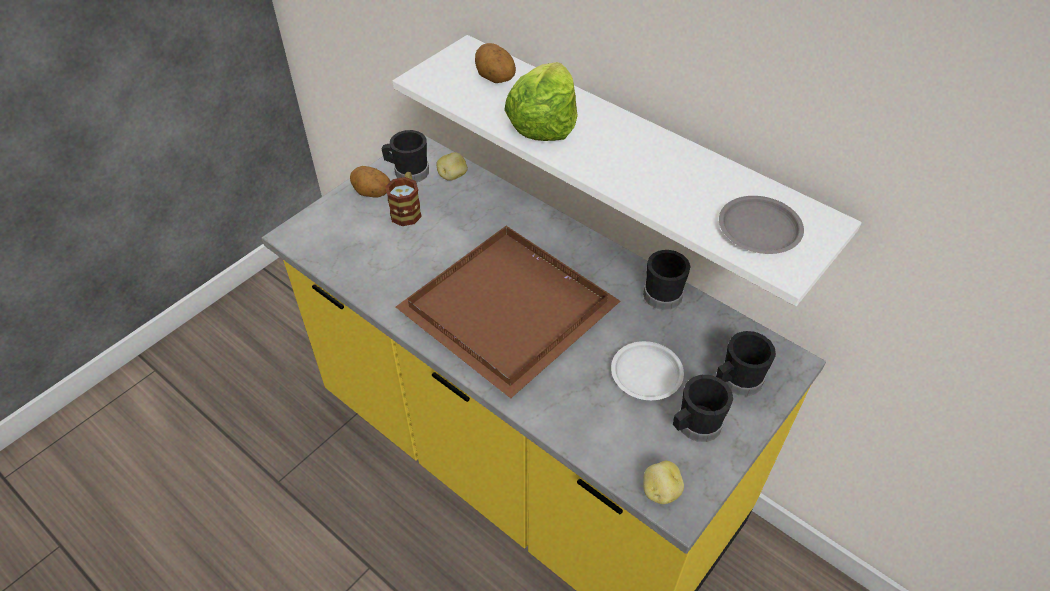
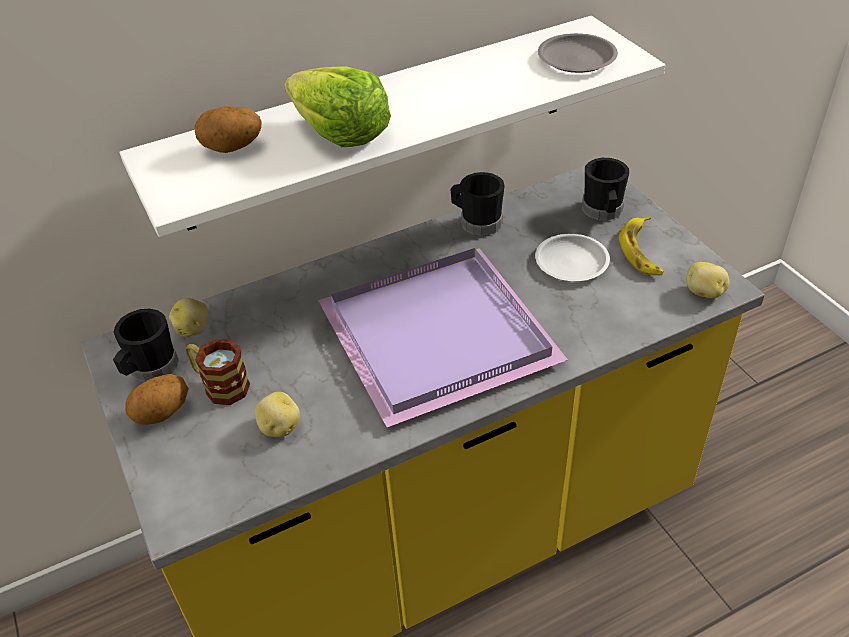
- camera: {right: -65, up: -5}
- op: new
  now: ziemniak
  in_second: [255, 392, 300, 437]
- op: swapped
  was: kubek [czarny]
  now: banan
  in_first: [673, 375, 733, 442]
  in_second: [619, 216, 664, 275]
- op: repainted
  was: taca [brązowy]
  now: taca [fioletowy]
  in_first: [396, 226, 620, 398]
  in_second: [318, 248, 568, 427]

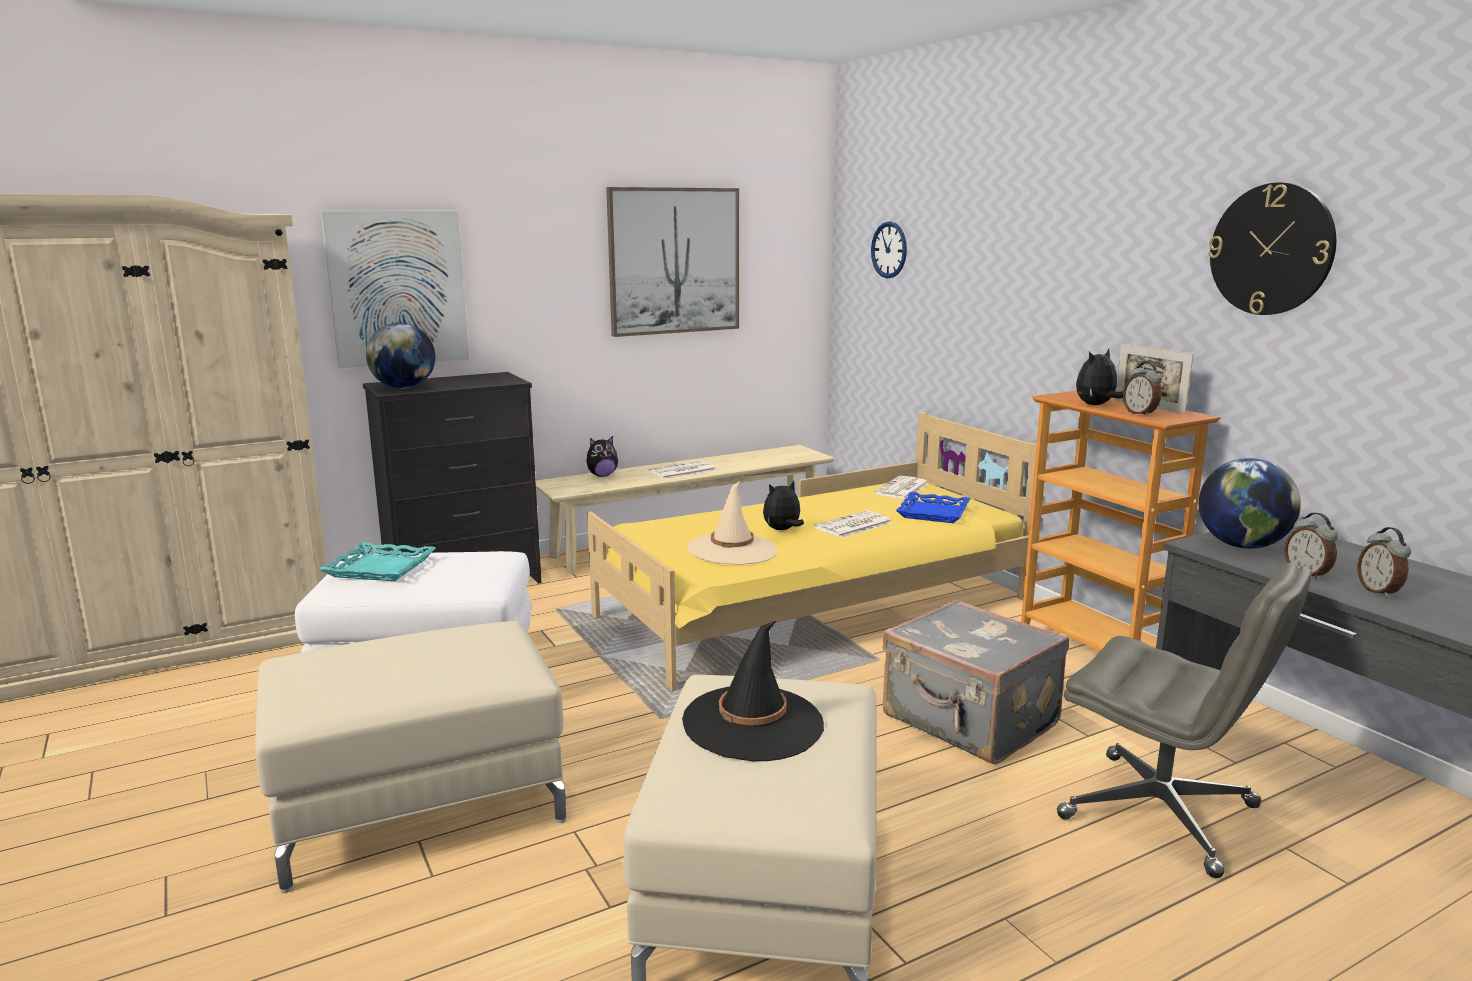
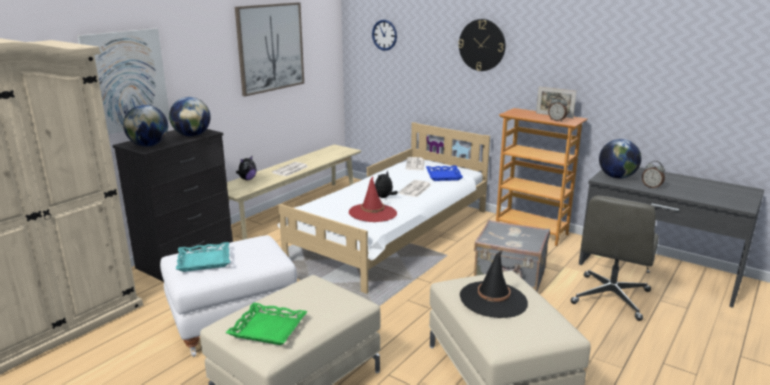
- camera: {right: -25, up: 5}
- op: gone
  was: pluszak
  in_first: [1076, 349, 1123, 405]
- op: gone
  was: budzik
  in_first: [1357, 527, 1411, 598]
- op: new
  now: globus
  in_second: [169, 97, 211, 136]
- op: new
  now: taca [zielony]
  in_second: [226, 303, 308, 345]
- op: shifted
  was: zegar ścienny
  in_first: [1208, 183, 1336, 315]
  in_second: [458, 19, 506, 71]
- op: repainted
  was: łóżko [żółty]
  now: łóżko [biały]
  in_first: [587, 412, 1037, 691]
  in_second: [277, 122, 490, 294]
- op: repainted
  was: kapelusz [beżowy]
  now: kapelusz [czerwony]
  in_first: [687, 481, 777, 565]
  in_second: [349, 177, 397, 222]
- op: rotated
  was: krzesło biurowe [szary]
  in_first: [1057, 563, 1312, 878]
  in_second: [571, 196, 659, 321]
  clockwise: 105

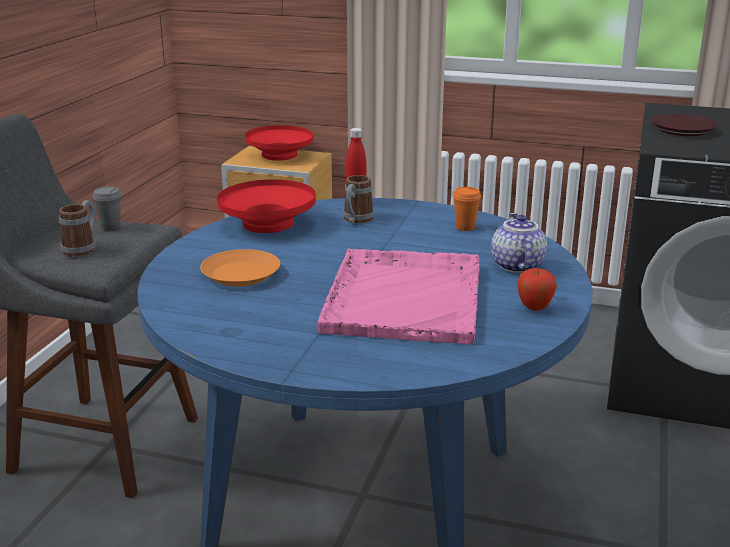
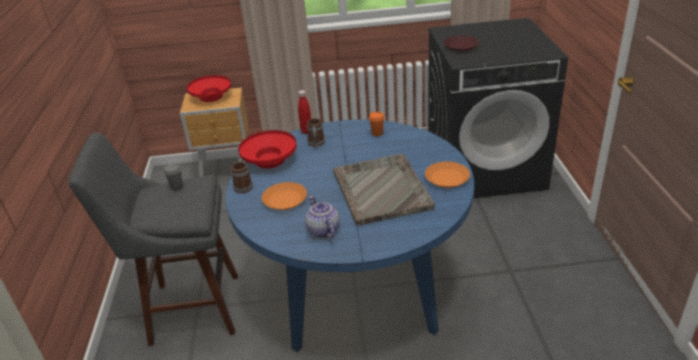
- camera: {right: -20, up: 10}
- op: shifted
  was: kubek
  in_first: [59, 200, 96, 257]
  in_second: [231, 158, 253, 193]
- op: shifted
  was: imbryk
  in_first: [491, 213, 547, 273]
  in_second: [305, 196, 340, 238]
- op: swapped
  was: jabłko
  now: talerz [pomarańczowy]
  in_first: [517, 268, 557, 311]
  in_second: [425, 161, 470, 188]
- op: repainted
  was: taca [różowy]
  now: taca [szary]
  in_first: [318, 249, 480, 345]
  in_second: [333, 154, 435, 226]

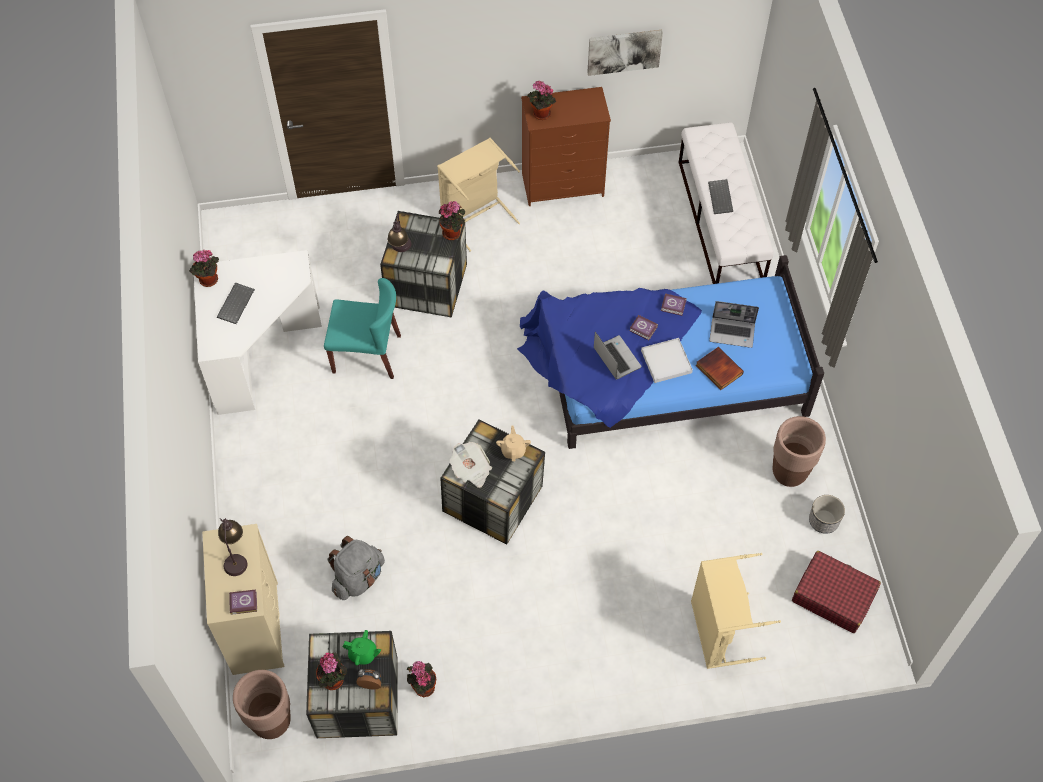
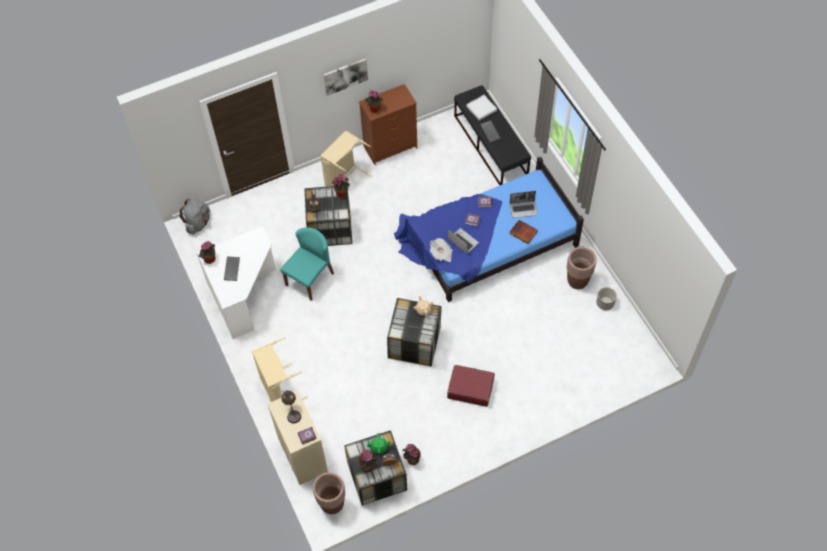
- camera: {right: -15, up: 0}
- op: shifted
  was: plecak [szary]
  in_first: [327, 536, 385, 600]
  in_second: [179, 199, 210, 235]
- op: shifted
  was: gazeta
  in_first: [450, 442, 492, 488]
  in_second: [430, 238, 453, 262]
- op: shifted
  was: obraz
  in_first: [587, 30, 663, 76]
  in_second: [324, 58, 368, 96]
- op: shifted
  was: taca [biały]
  in_first: [641, 338, 693, 383]
  in_second: [466, 95, 497, 120]
- op: shifted
  was: kosz na pranie [beżowy]
  in_first: [691, 553, 781, 669]
  in_second: [252, 337, 308, 402]
- op: shifted
  was: walizka [czerwony]
  in_first: [792, 551, 881, 633]
  in_second: [447, 365, 495, 407]
- op: repainted
  was: ławka [biały]
  now: ławka [czarny]
  in_first: [678, 122, 774, 284]
  in_second: [454, 85, 531, 185]
- op: rotated
  was: krzesło [turkusowy]
  in_first: [324, 278, 401, 379]
  in_second: [280, 227, 334, 300]
  clockwise: -45

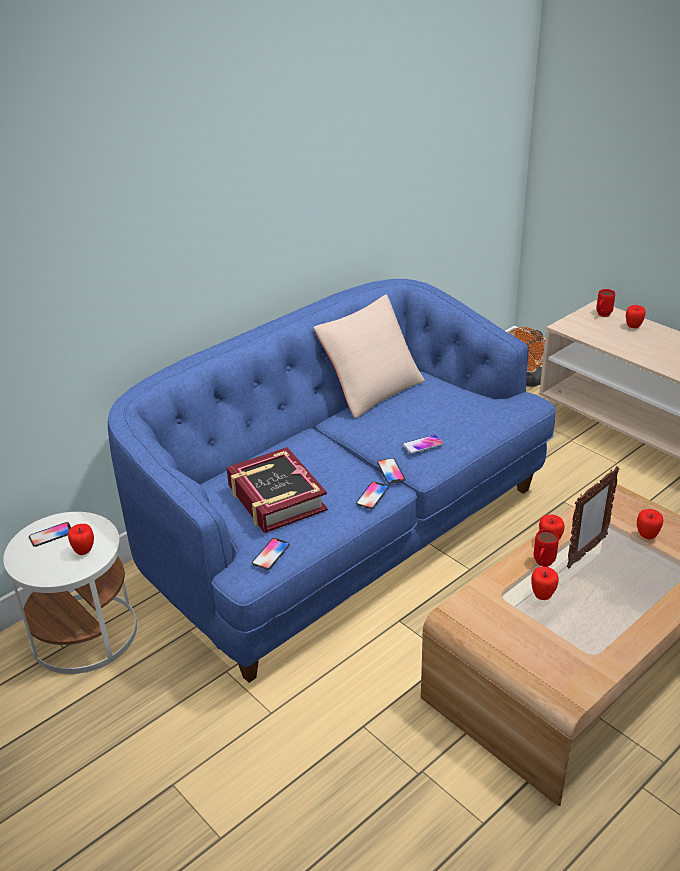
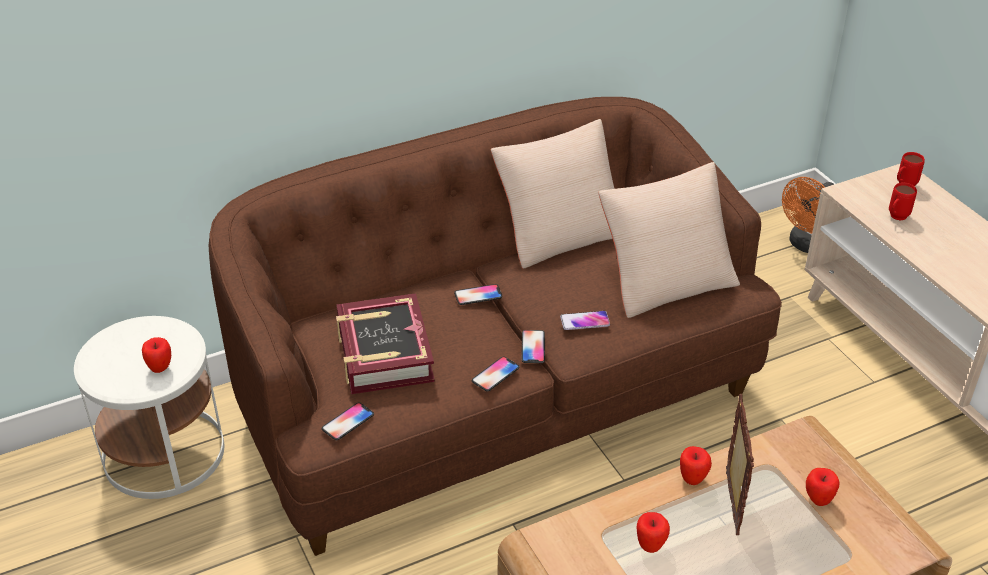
- camera: {right: 15, up: 5}
- op: gone
  was: jabłko
  in_first: [626, 305, 646, 328]
- op: new
  now: poduszka [beżowy]
  in_second: [598, 162, 740, 318]
- op: shifted
  was: telefon
  in_first: [29, 522, 71, 547]
  in_second: [454, 284, 503, 305]
- op: shifted
  was: kubek [czerwony]
  in_first: [534, 529, 559, 567]
  in_second: [889, 182, 917, 220]
- op: repainted
  was: kanapa [niebieski]
  now: kanapa [brązowy]
  in_first: [108, 279, 556, 683]
  in_second: [209, 97, 782, 556]
- op: rotated
  was: ramka na zdjęcie
  in_first: [567, 466, 620, 569]
  in_second: [726, 394, 754, 535]
  clockwise: -60

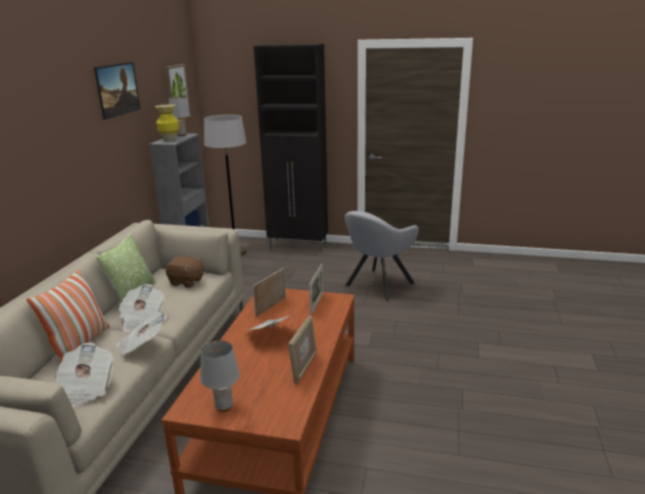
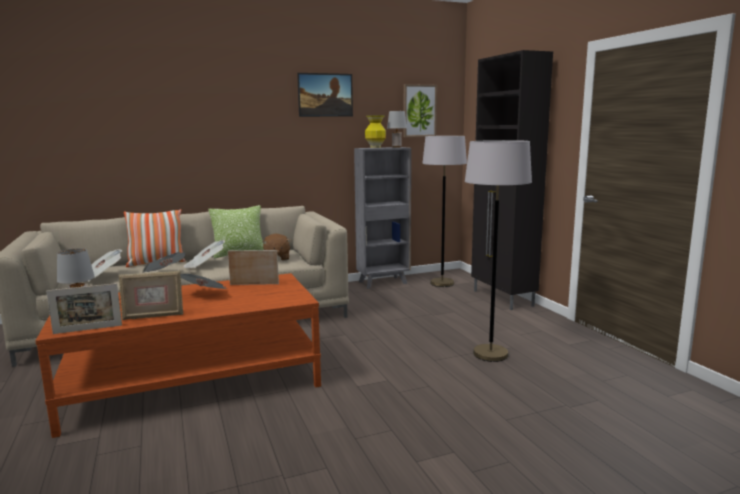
- camera: {right: 55, up: -10}
- op: shifted
  was: ramka na zdjęcie
  in_first: [309, 264, 323, 315]
  in_second: [46, 283, 122, 334]
- op: swapped
  was: fotel [szary]
  now: lampa stojąca [szary]
  in_first: [345, 211, 419, 301]
  in_second: [465, 140, 532, 362]

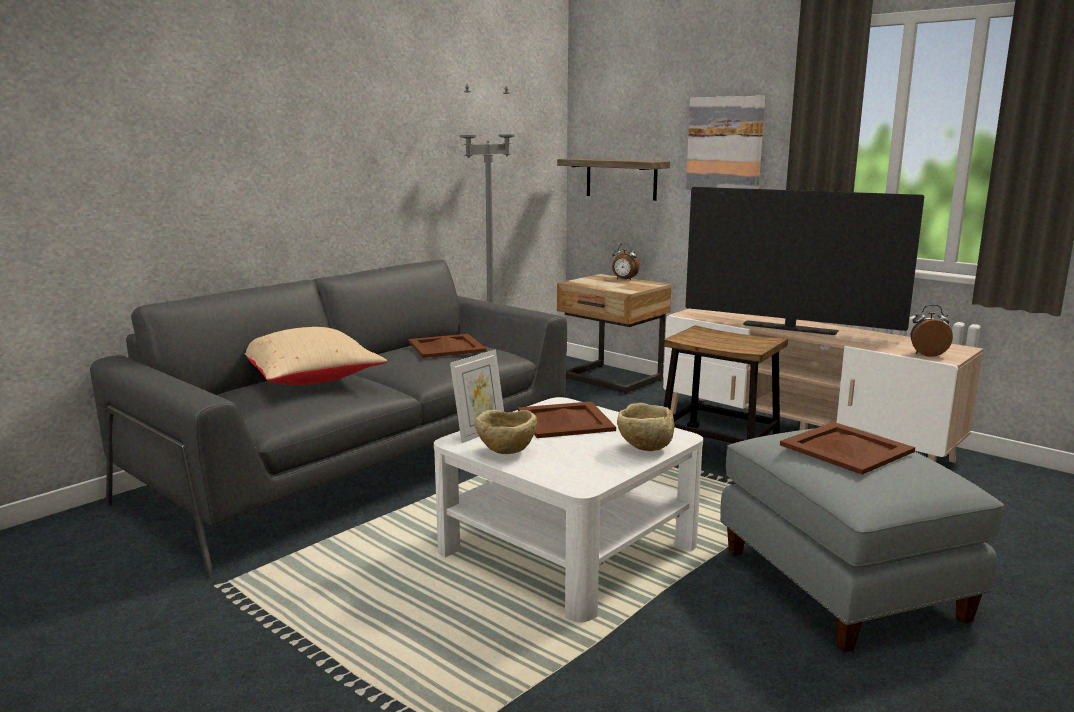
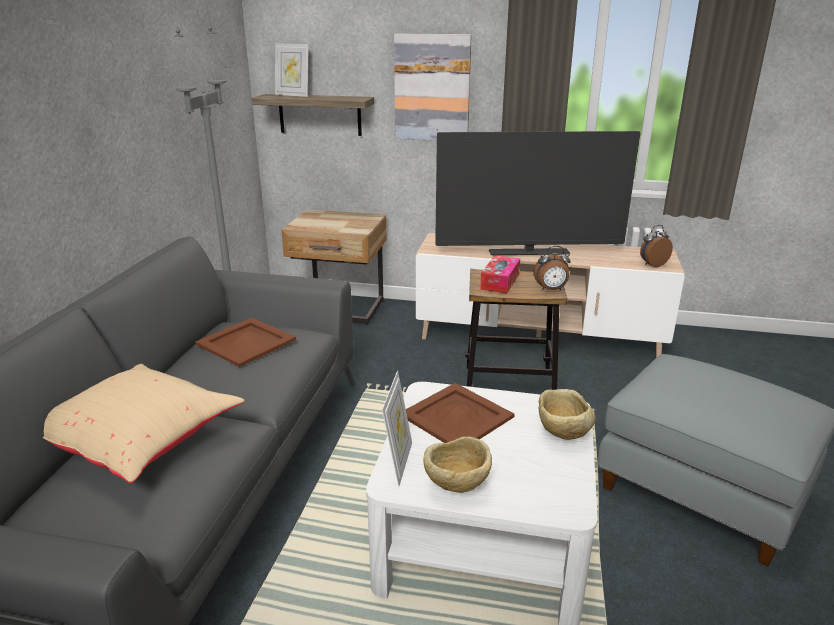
- camera: {right: -30, up: 10}
- op: gone
  was: taca [brązowy]
  in_first: [780, 422, 915, 475]
- op: new
  now: ramka na zdjęcie
  in_second: [275, 43, 309, 97]
- op: new
  now: pudełko chusteczek
  in_second: [480, 255, 520, 293]
- op: shifted
  was: budzik
  in_first: [612, 244, 640, 280]
  in_second: [533, 246, 571, 291]

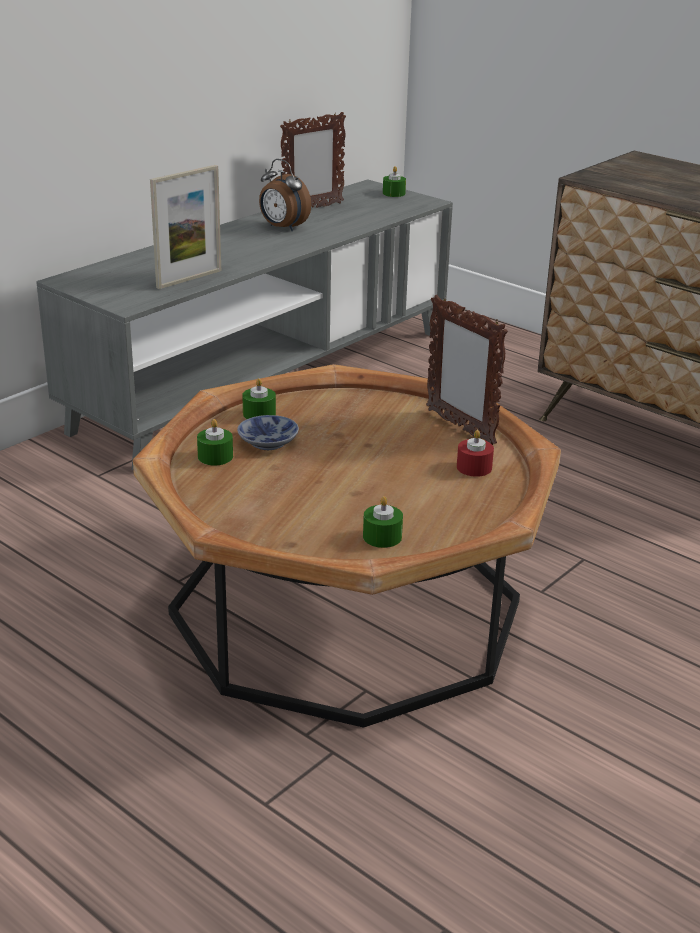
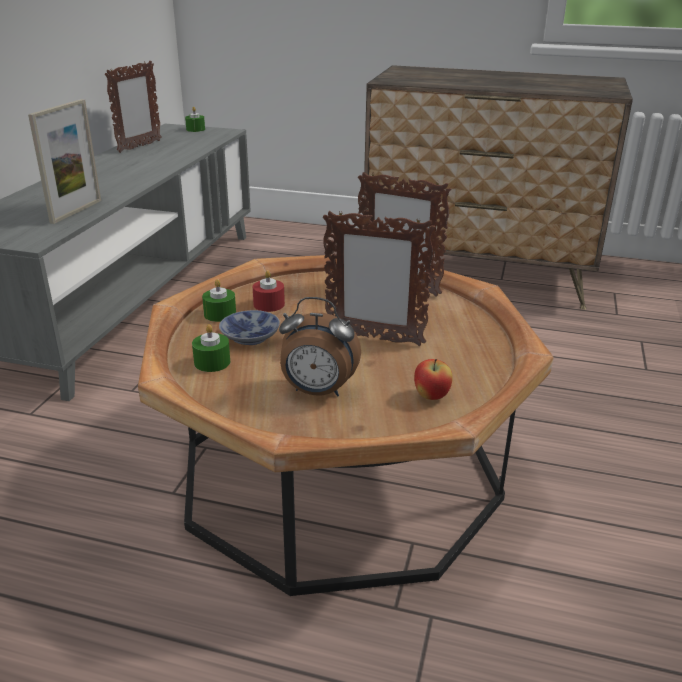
- camera: {right: -25, up: 0}
- op: new
  now: ramka na zdjęcie
  in_second: [323, 210, 436, 346]
- op: shifted
  was: budzik
  in_first: [259, 159, 311, 231]
  in_second: [279, 297, 361, 396]
- op: shifted
  was: świeca [czerwony]
  in_first: [457, 430, 494, 477]
  in_second: [253, 270, 285, 312]
- op: swapped
  was: świeca [zielony]
  now: jabłko
  in_first: [363, 496, 403, 548]
  in_second: [414, 359, 453, 400]

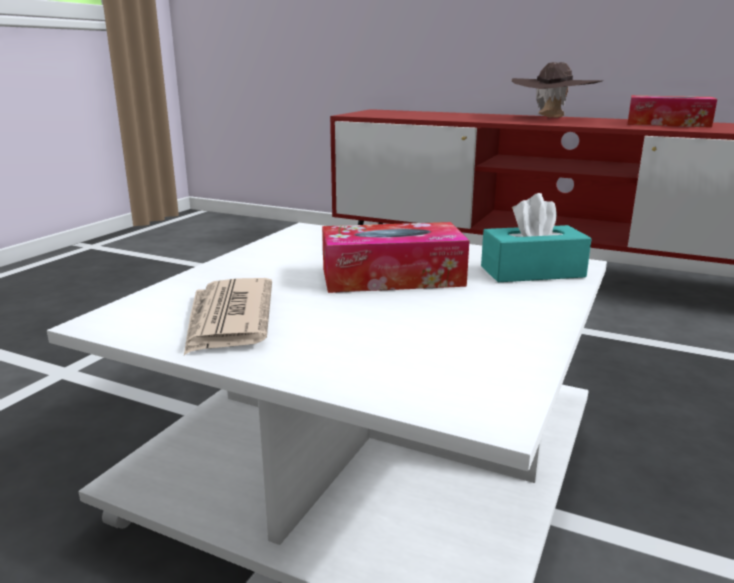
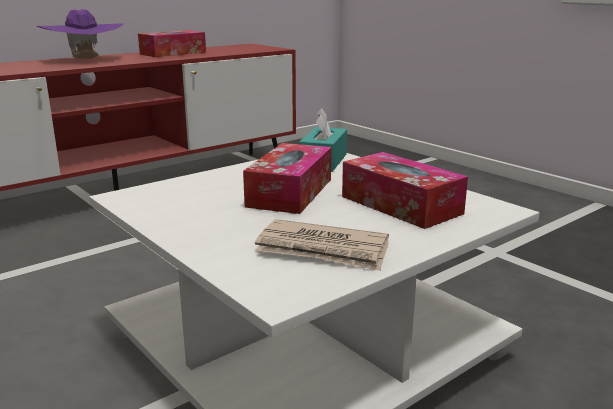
- camera: {right: -65, up: 0}
- op: new
  now: pudełko chusteczek
  in_second: [342, 152, 468, 229]
- op: repainted
  was: kapelusz [brązowy]
  now: kapelusz [fioletowy]
  in_first: [511, 62, 604, 118]
  in_second: [37, 9, 124, 60]

